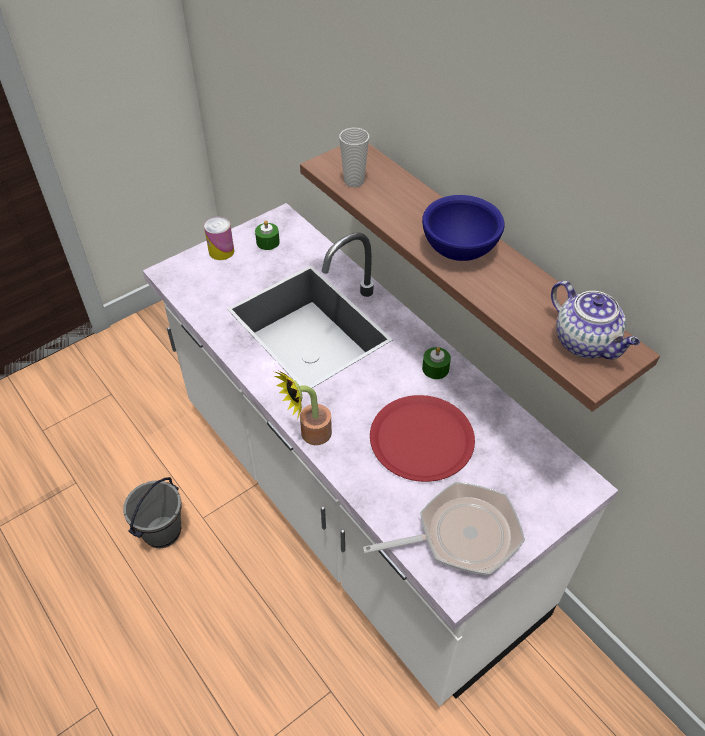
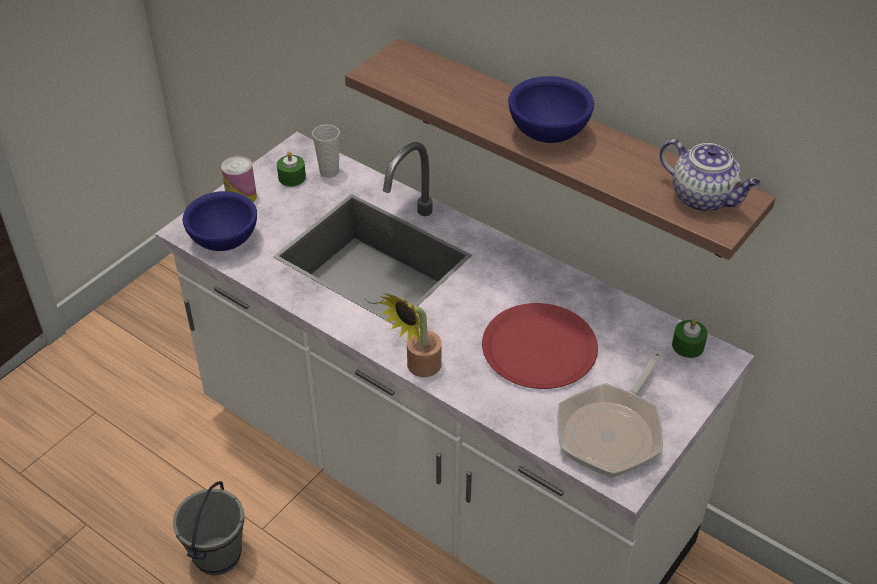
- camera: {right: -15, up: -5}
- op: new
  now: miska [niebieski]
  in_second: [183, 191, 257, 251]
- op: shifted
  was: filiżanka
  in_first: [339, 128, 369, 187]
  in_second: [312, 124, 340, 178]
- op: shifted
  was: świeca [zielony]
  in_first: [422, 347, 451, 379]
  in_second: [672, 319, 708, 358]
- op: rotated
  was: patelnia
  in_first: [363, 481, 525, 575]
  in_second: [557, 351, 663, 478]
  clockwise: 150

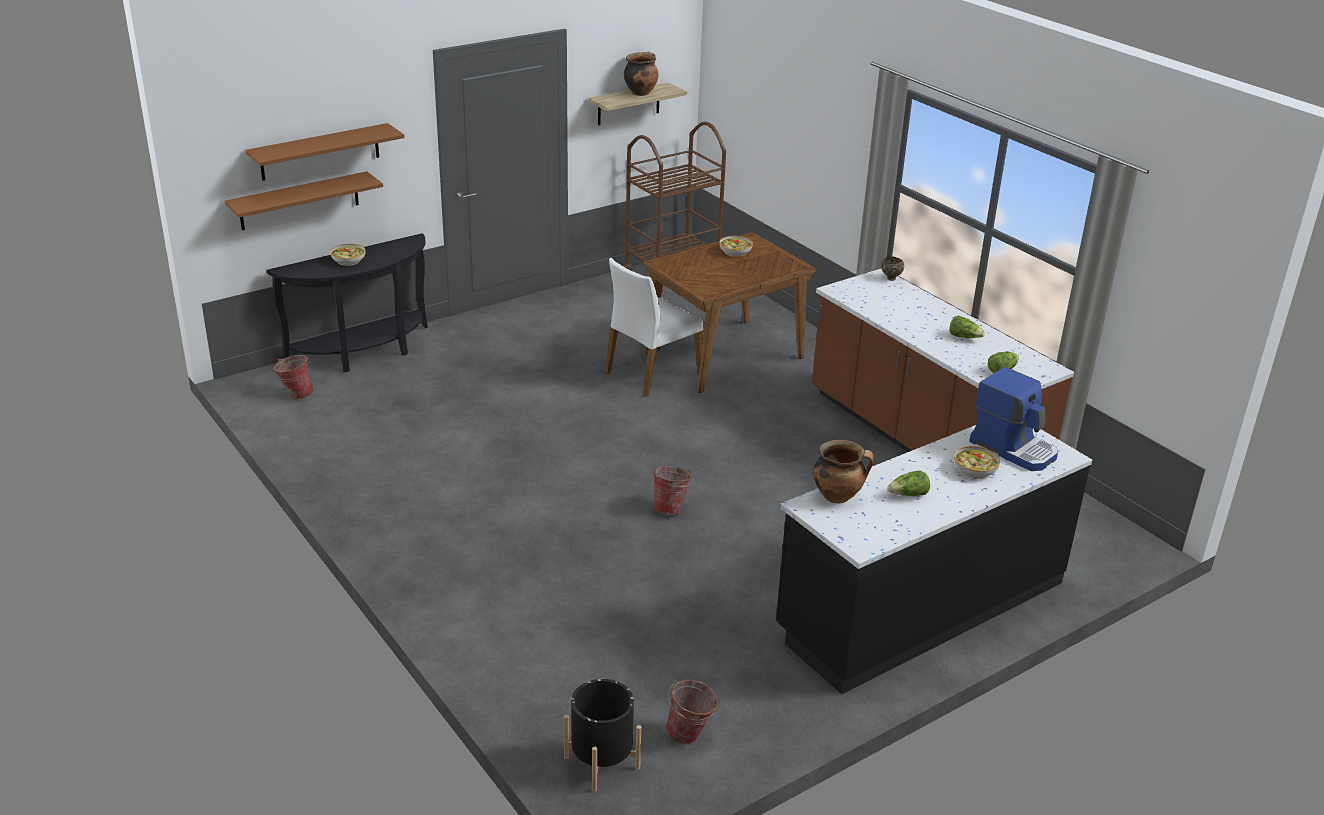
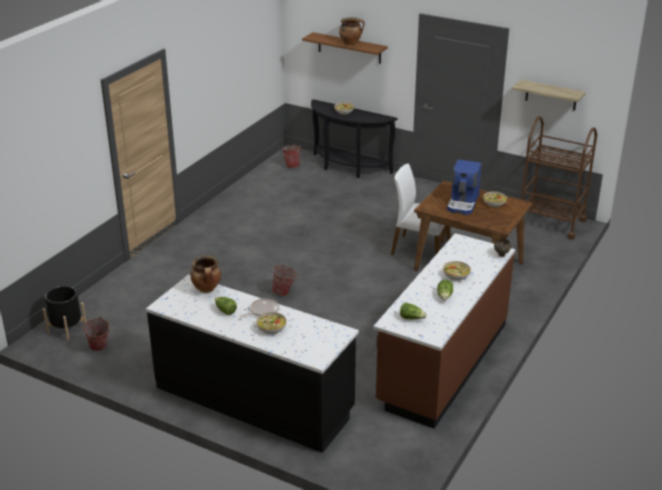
- camera: {right: 65, up: 0}
- op: gone
  was: półka [brązowy]
  in_first: [225, 171, 383, 230]
- op: new
  now: patelnia
  in_second: [240, 298, 279, 317]
- op: new
  now: miska
  in_second: [443, 261, 471, 281]
- op: shifted
  was: garnek
  in_first: [624, 52, 659, 96]
  in_second: [339, 17, 365, 45]
- op: shifted
  was: ekspres do kawy
  in_first: [969, 367, 1058, 471]
  in_second: [447, 160, 482, 215]

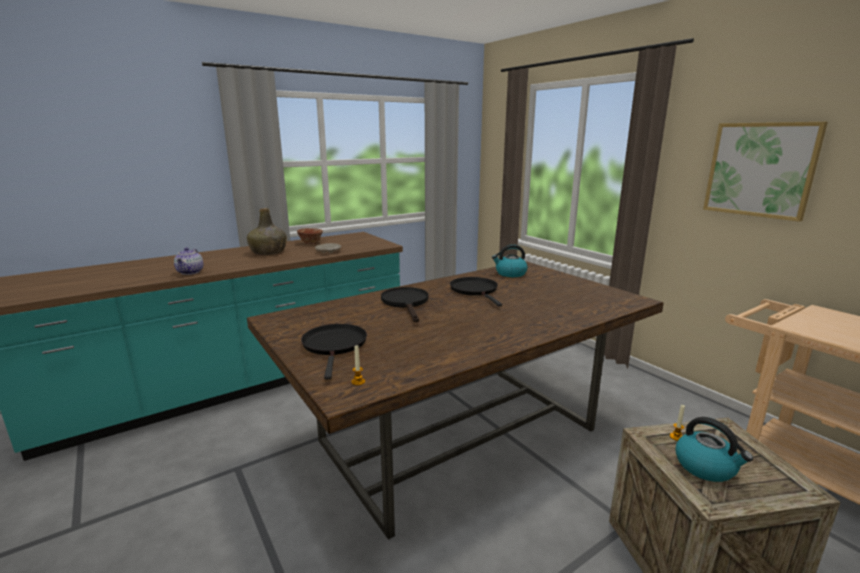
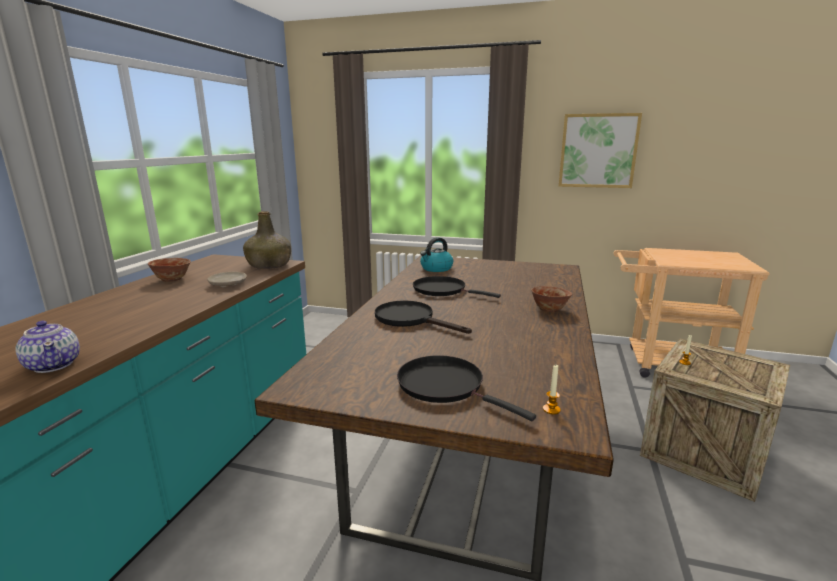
- camera: {right: -40, up: 0}
- op: gone
  was: czajnik
  in_first: [675, 417, 753, 482]
- op: new
  now: miska
  in_second: [531, 286, 572, 312]
- op: shifted
  was: butelka [zielony]
  in_first: [247, 208, 287, 255]
  in_second: [243, 211, 291, 269]

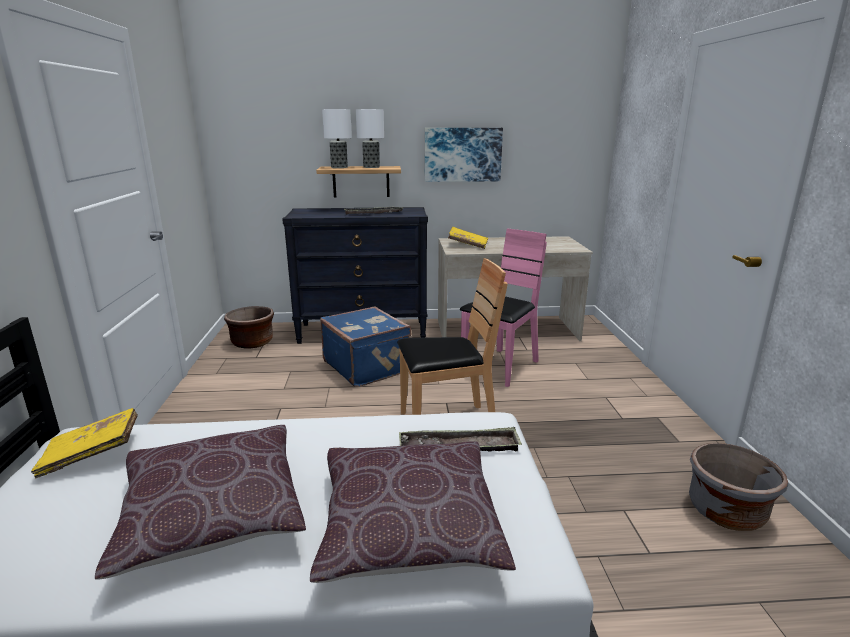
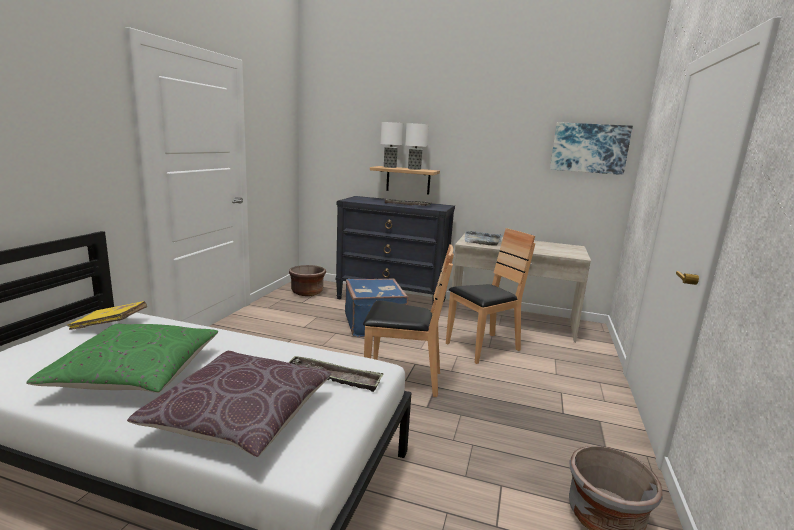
- camera: {right: 20, up: -5}
- op: shifted
  was: obraz
  in_first: [425, 128, 503, 182]
  in_second: [550, 122, 633, 175]
- op: swapped
  was: książka [żółty]
  now: taca [szary]
  in_first: [448, 227, 488, 249]
  in_second: [465, 231, 502, 246]
- op: repainted
  was: poduszka [brązowy]
  now: poduszka [zielony]
  in_first: [95, 425, 306, 580]
  in_second: [26, 324, 218, 393]
- op: repainted
  was: krzesło [różowy]
  now: krzesło [brązowy]
  in_first: [460, 229, 547, 387]
  in_second: [446, 228, 535, 364]

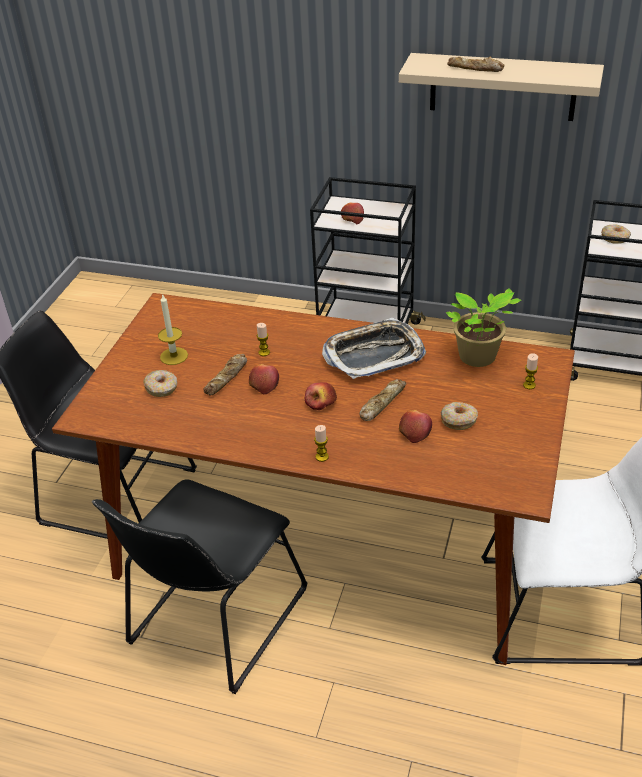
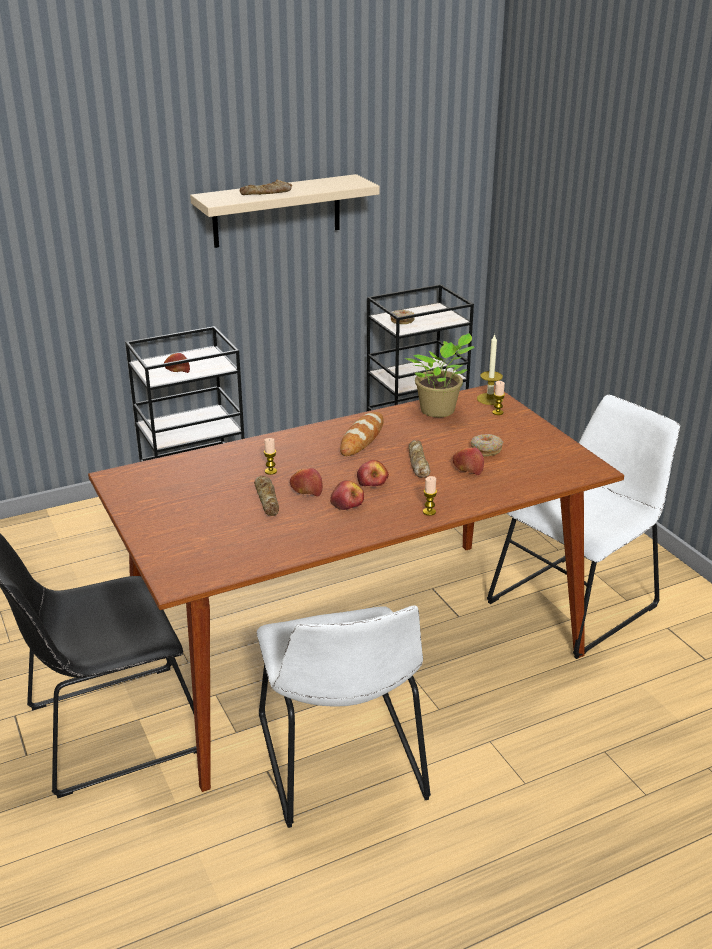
- camera: {right: -45, up: -10}
- op: gone
  was: donut
  in_first: [143, 370, 177, 397]
- op: new
  now: jabłko
  in_second: [330, 480, 364, 510]
- op: shifted
  was: świeca
  in_first: [158, 294, 188, 365]
  in_second: [477, 333, 503, 405]
- op: swapped
  was: taca
  now: chleb
  in_first: [322, 318, 426, 379]
  in_second: [340, 412, 384, 456]
- op: repainted
  was: krzesło [czarny]
  now: krzesło [biały]
  in_first: [92, 479, 308, 694]
  in_second: [257, 605, 431, 828]

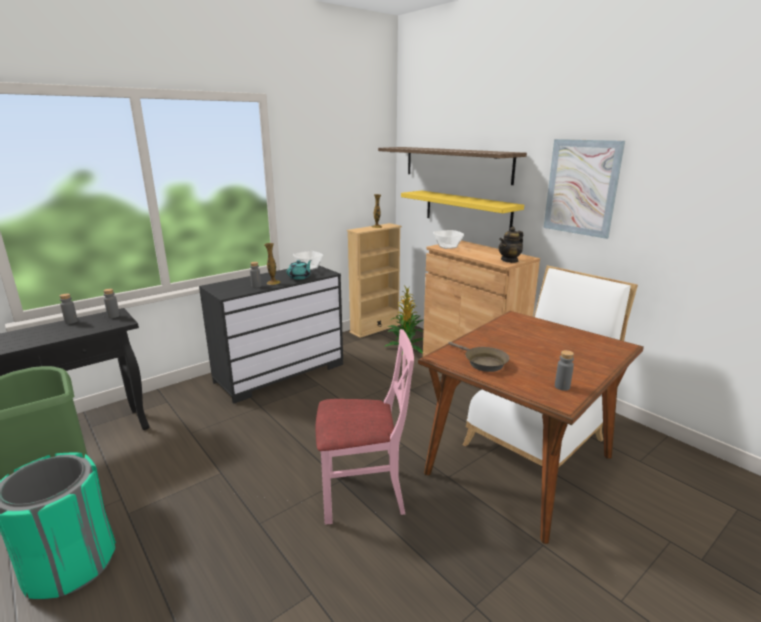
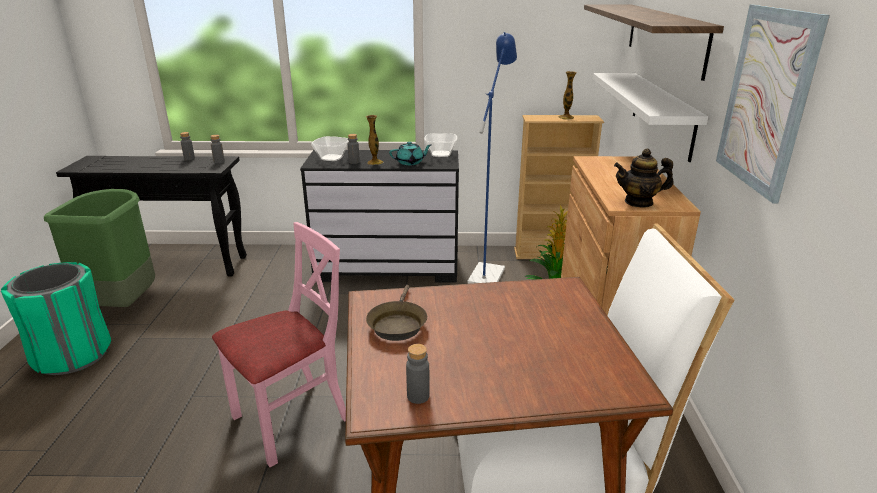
- camera: {right: 40, up: 5}
- op: new
  now: lampa stojąca [niebieski]
  in_second: [467, 32, 517, 284]
- op: shifted
  was: miska
  in_first: [433, 230, 464, 249]
  in_second: [311, 136, 349, 161]
- op: repainted
  was: półka [żółty]
  now: półka [biały]
  in_first: [401, 191, 524, 231]
  in_second: [593, 73, 708, 162]
- op: rotated
  was: krzesło [różowy]
  in_first: [316, 329, 414, 525]
  in_second: [212, 222, 346, 467]
  clockwise: -75

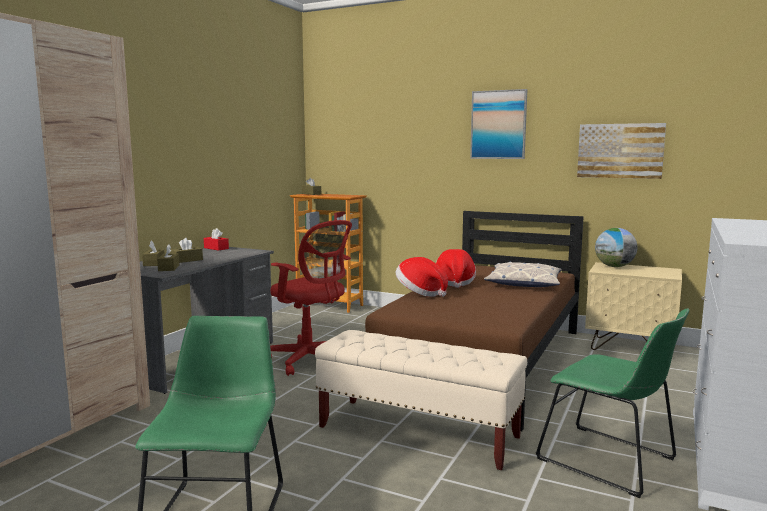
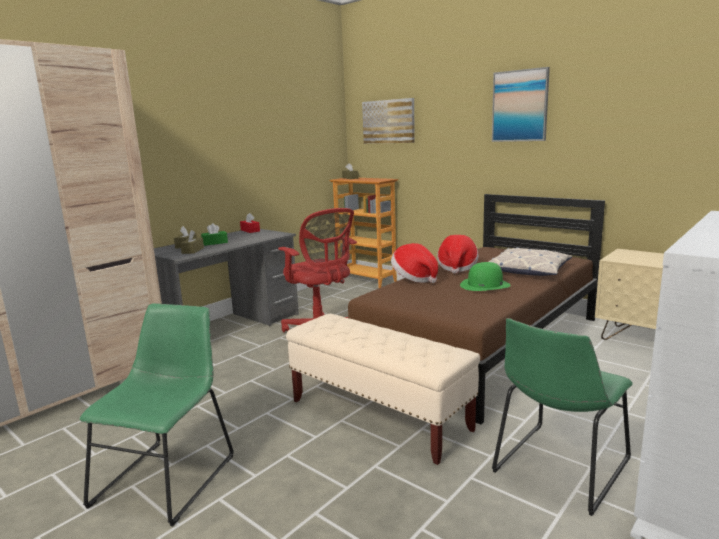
- camera: {right: 15, up: 5}
- op: gone
  was: globus
  in_first: [595, 228, 637, 267]
- op: new
  now: kapelusz [zielony]
  in_second: [460, 262, 511, 291]
- op: shifted
  was: obraz
  in_first: [577, 123, 666, 179]
  in_second: [362, 98, 415, 144]
- op: repainted
  was: pudełko chusteczek [brązowy]
  now: pudełko chusteczek [zielony]
  in_first: [171, 238, 203, 263]
  in_second: [201, 223, 228, 246]
- op: rotated
  was: krzesło [zielony]
  in_first: [536, 308, 689, 498]
  in_second: [492, 318, 633, 516]
  clockwise: 75

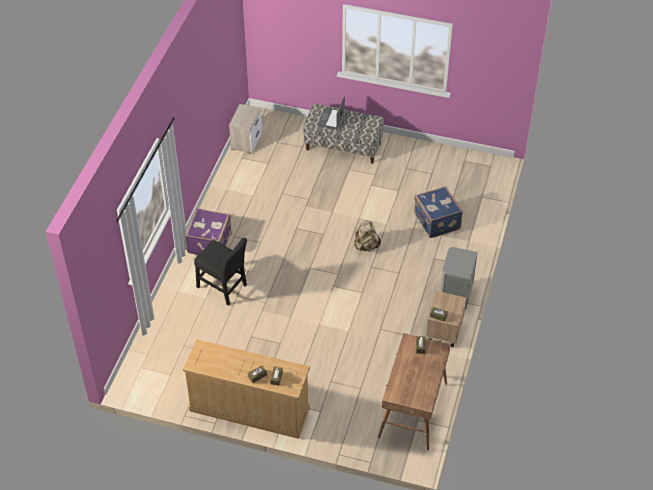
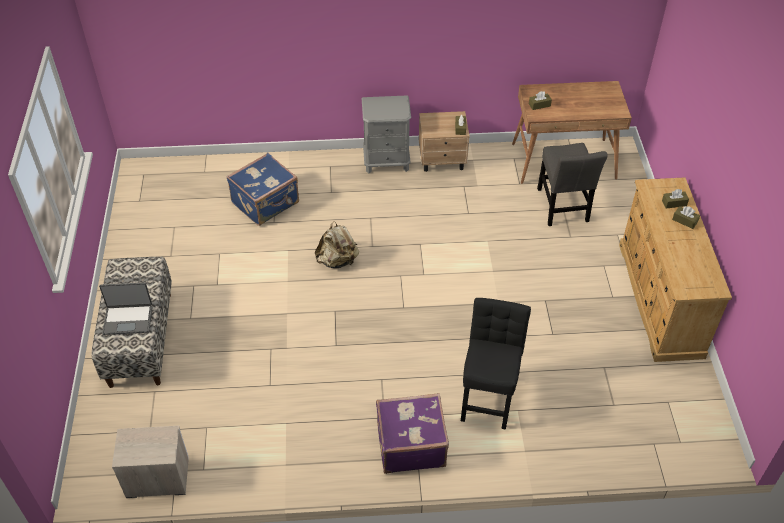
- camera: {right: -110, up: 0}
- op: new
  now: krzesło [szary]
  in_second: [537, 143, 608, 226]

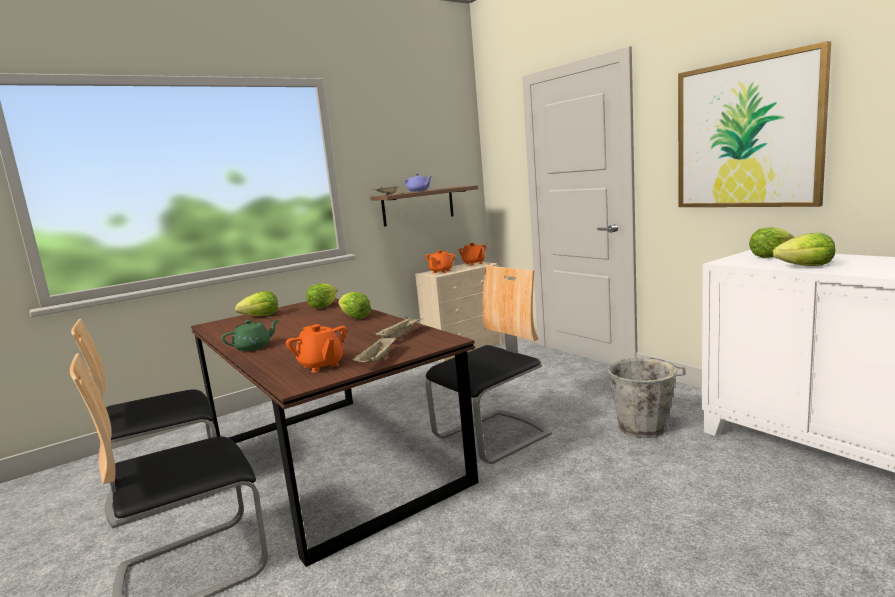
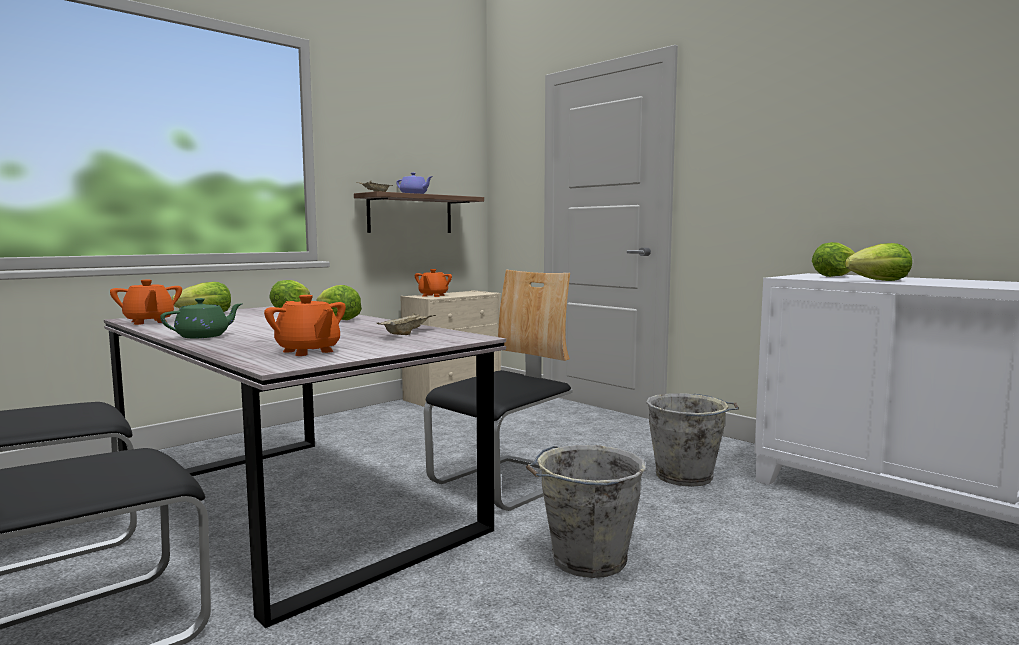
- camera: {right: -10, up: -5}
- op: gone
  was: taca [beżowy]
  in_first: [352, 336, 396, 362]
- op: gone
  was: obraz
  in_first: [678, 41, 831, 207]
- op: new
  now: wiadro [szary]
  in_second: [526, 445, 646, 578]
- op: shifted
  was: imbryk [pomarańczowy]
  in_first: [459, 243, 486, 265]
  in_second: [110, 280, 182, 325]
- op: repainted
  was: stół jadalny [brązowy]
  now: stół jadalny [szary]
  in_first: [191, 298, 479, 567]
  in_second: [104, 306, 506, 628]

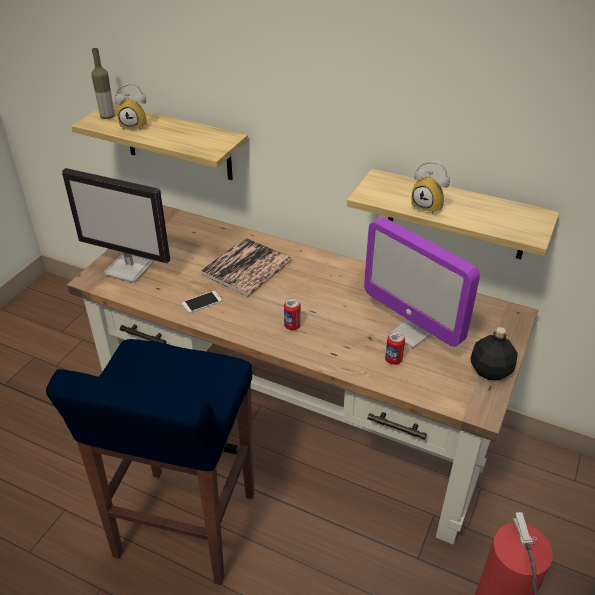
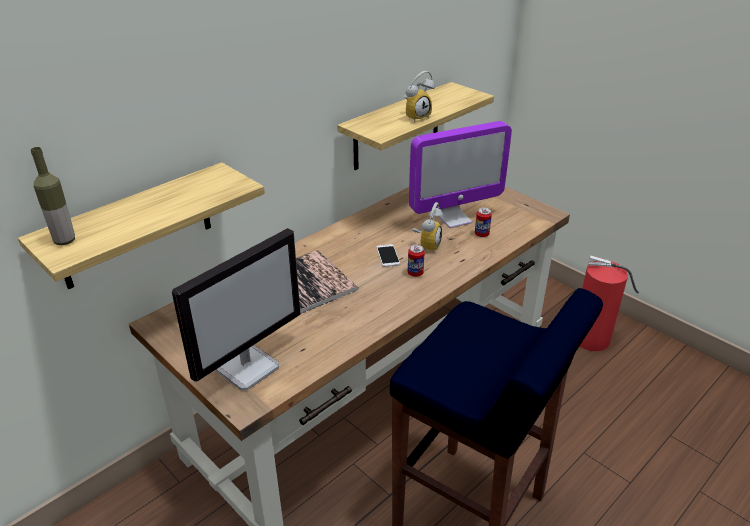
- camera: {right: -70, up: -5}
- op: gone
  was: butelka [czarny]
  in_first: [471, 327, 518, 380]
- op: shifted
  was: budzik
  in_first: [115, 83, 147, 130]
  in_second: [413, 202, 443, 253]
- op: shifted
  was: telefon
  in_first: [182, 291, 222, 313]
  in_second: [376, 244, 400, 267]

